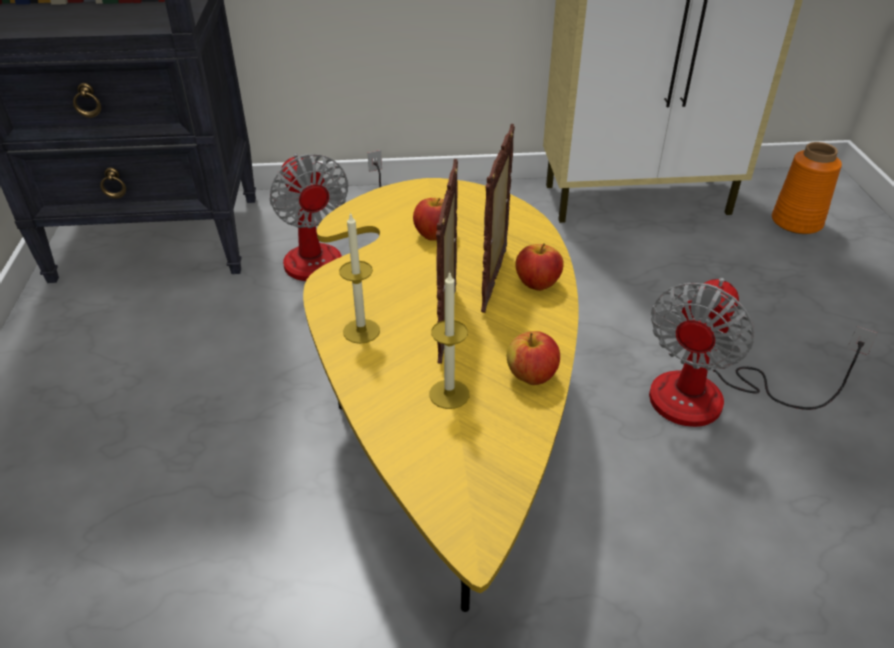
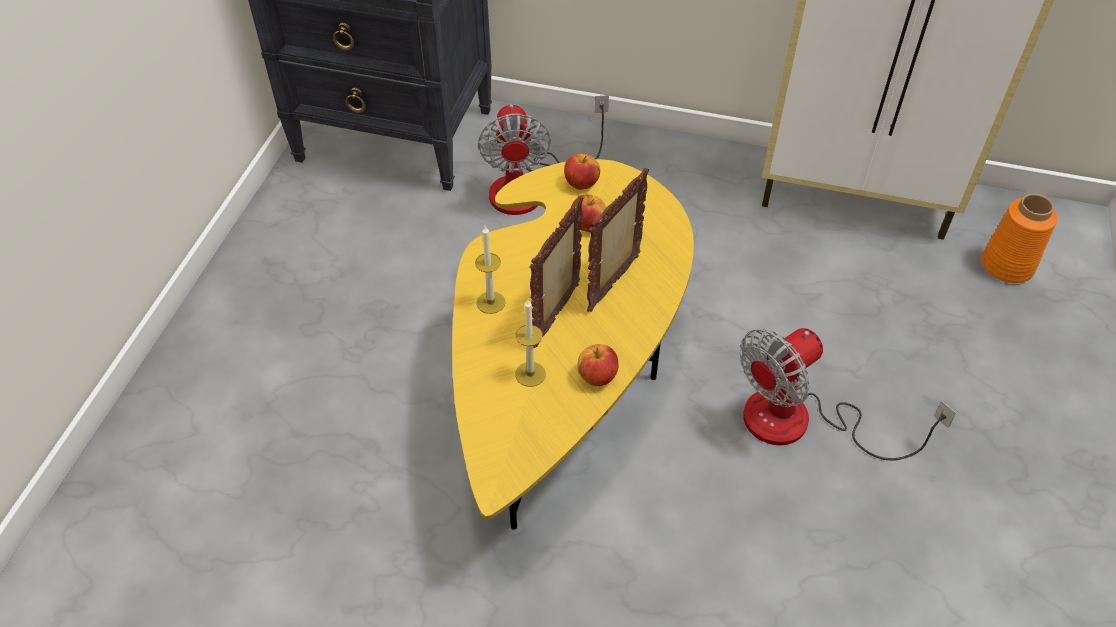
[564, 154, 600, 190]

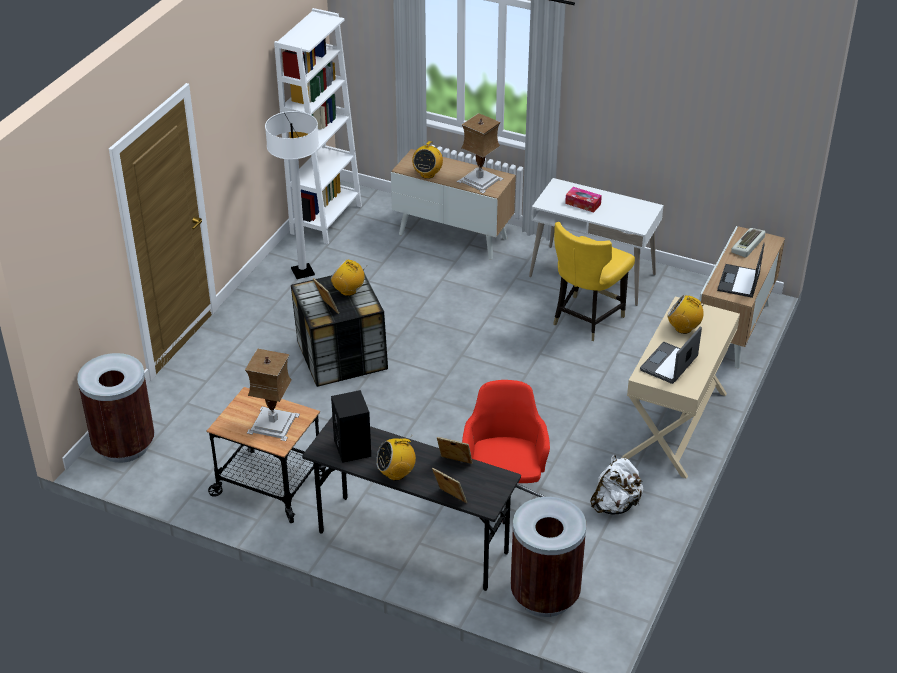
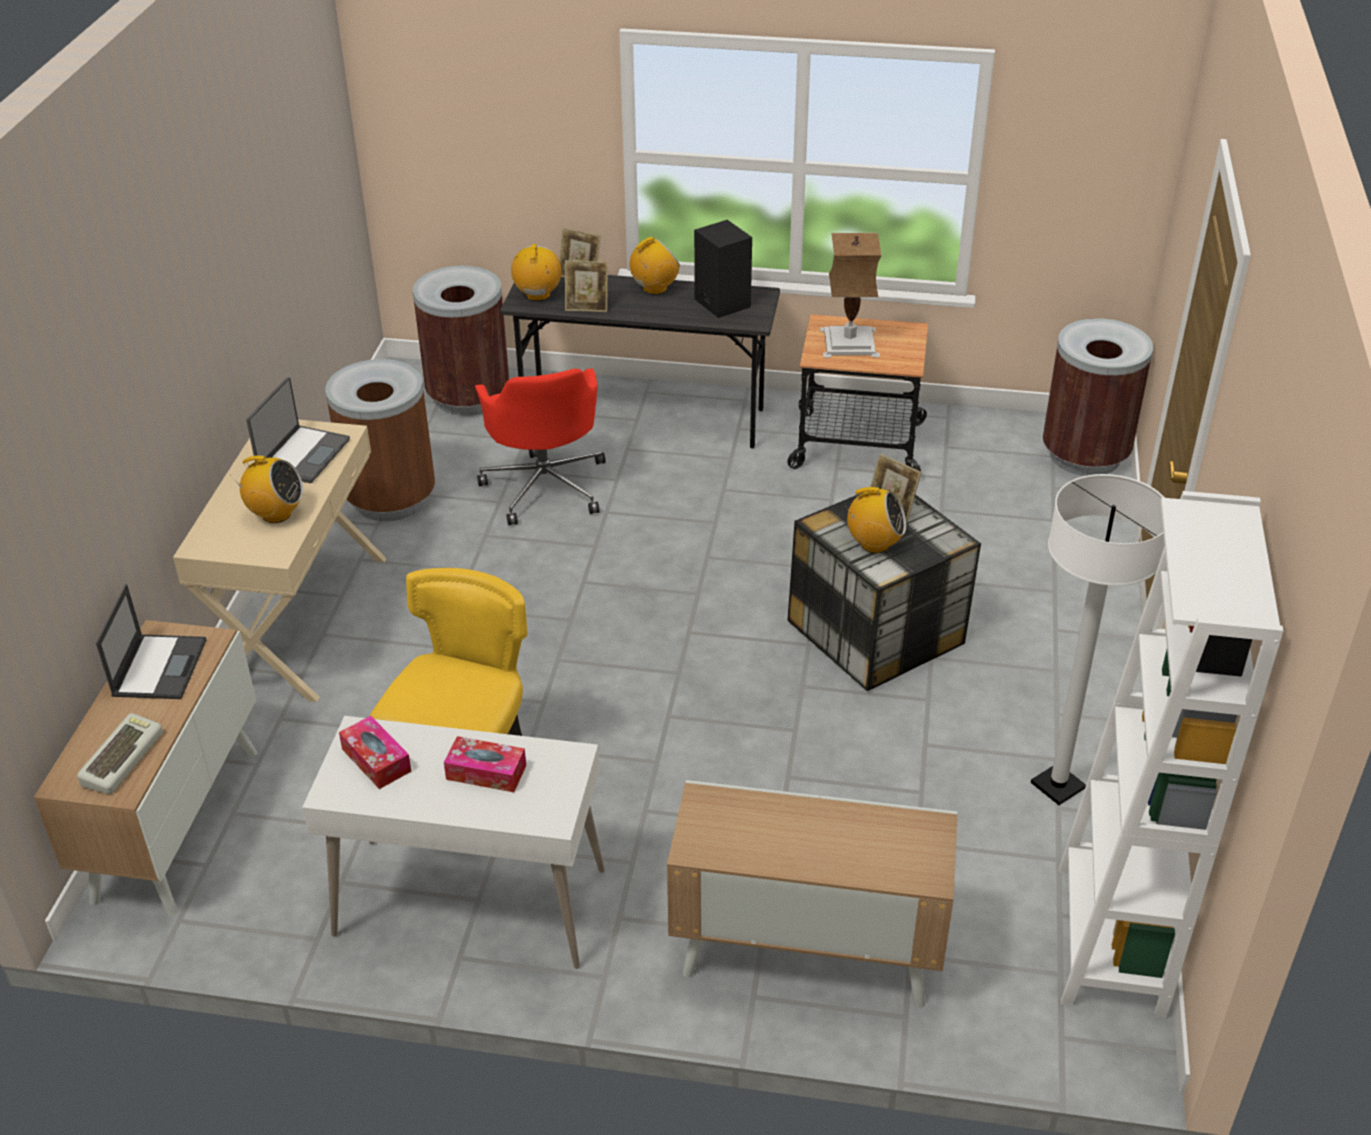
[456, 113, 504, 193] (first image)
[511, 244, 562, 301]
[325, 359, 435, 521]
[339, 716, 412, 789]

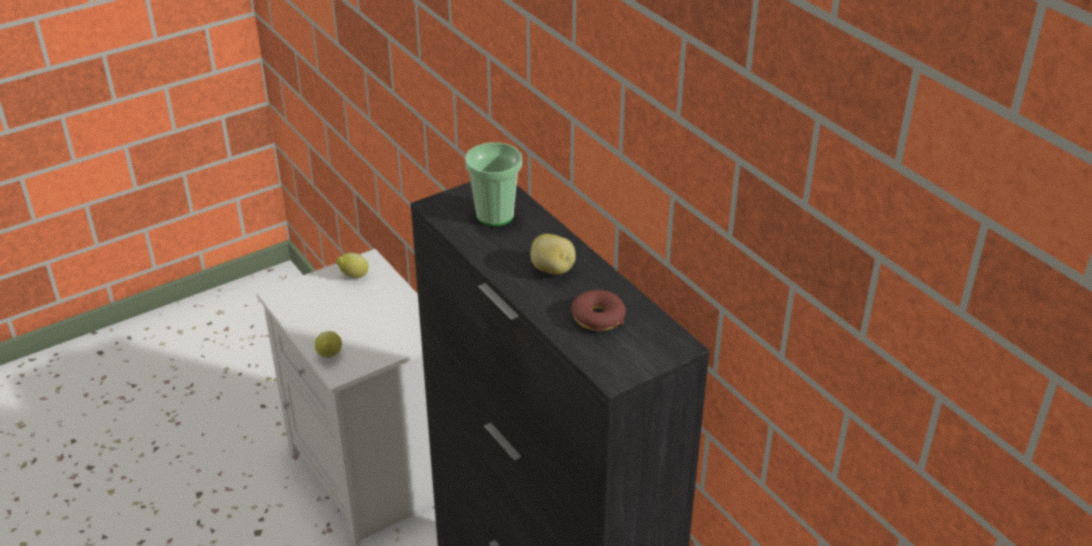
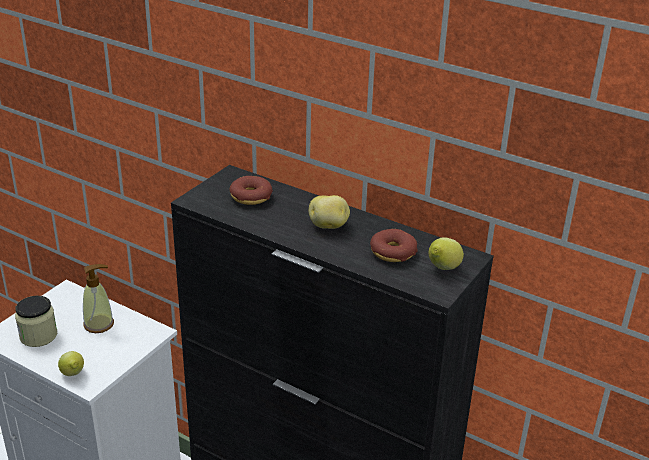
[230, 176, 273, 205]
[429, 237, 464, 270]
[83, 264, 114, 333]
[15, 296, 57, 347]

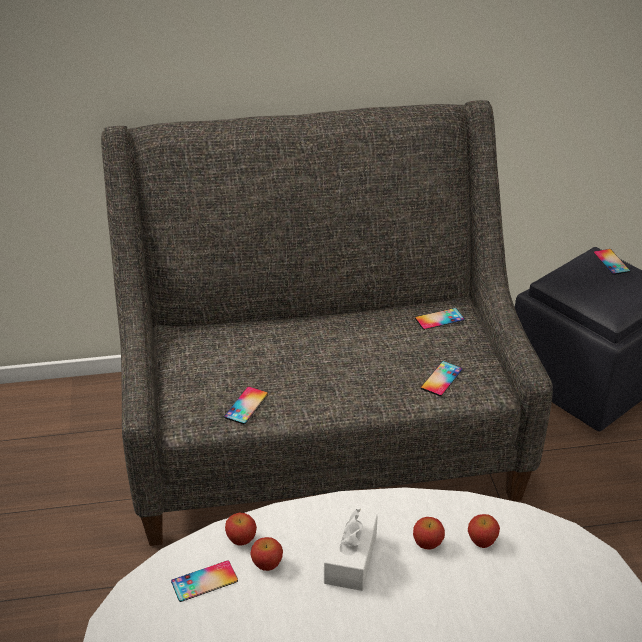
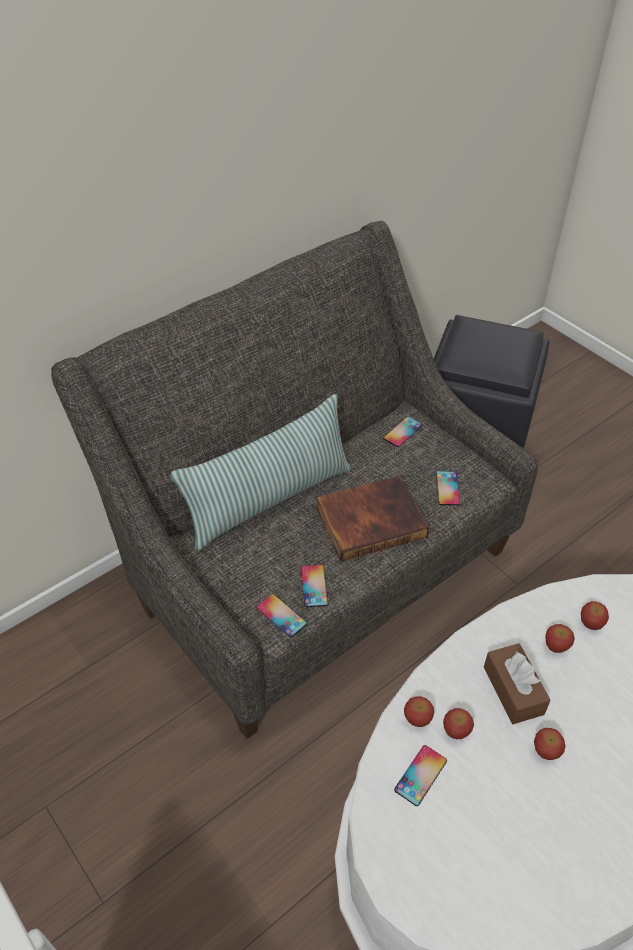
[257, 594, 307, 638]
[484, 644, 551, 724]
[170, 394, 351, 551]
[316, 476, 429, 562]
[534, 728, 565, 760]

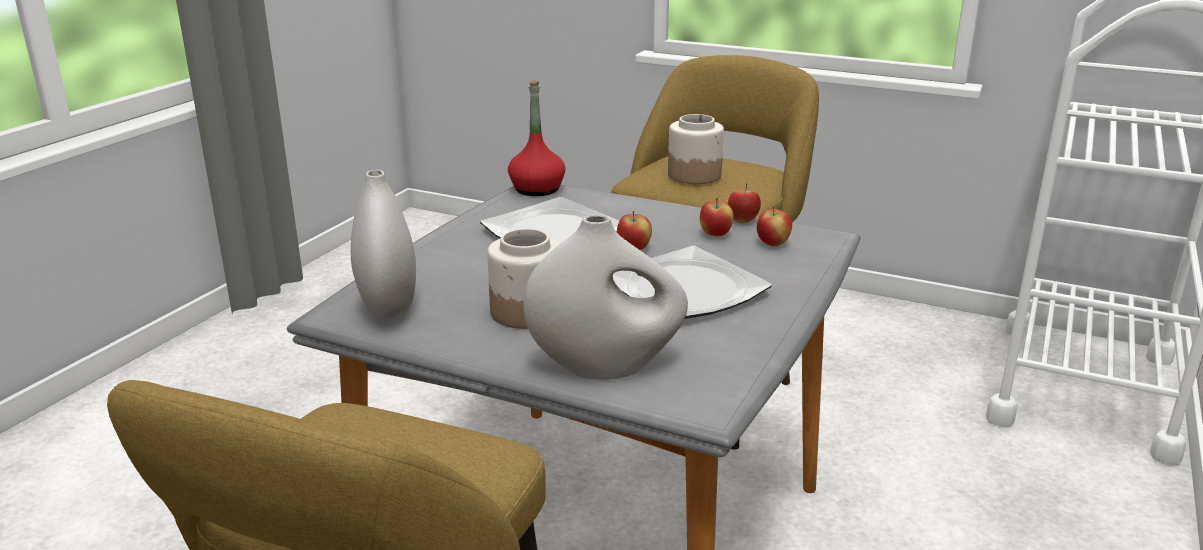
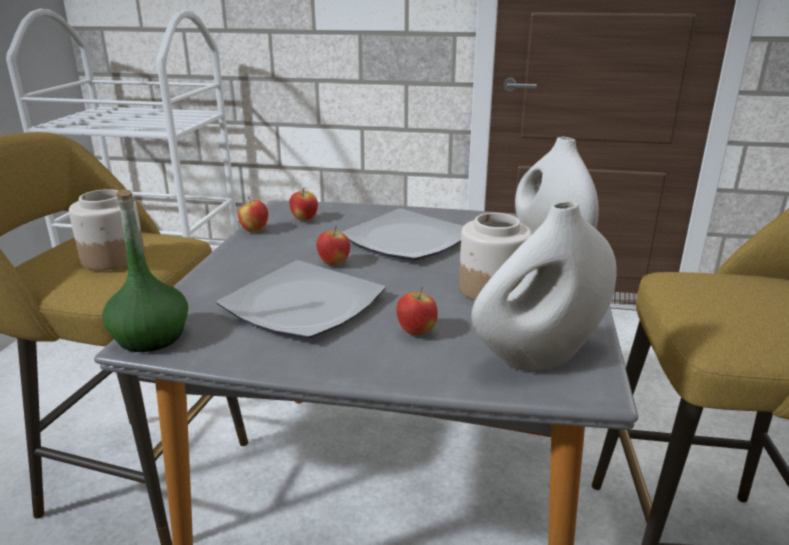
[102, 189, 188, 352]
[396, 288, 438, 335]

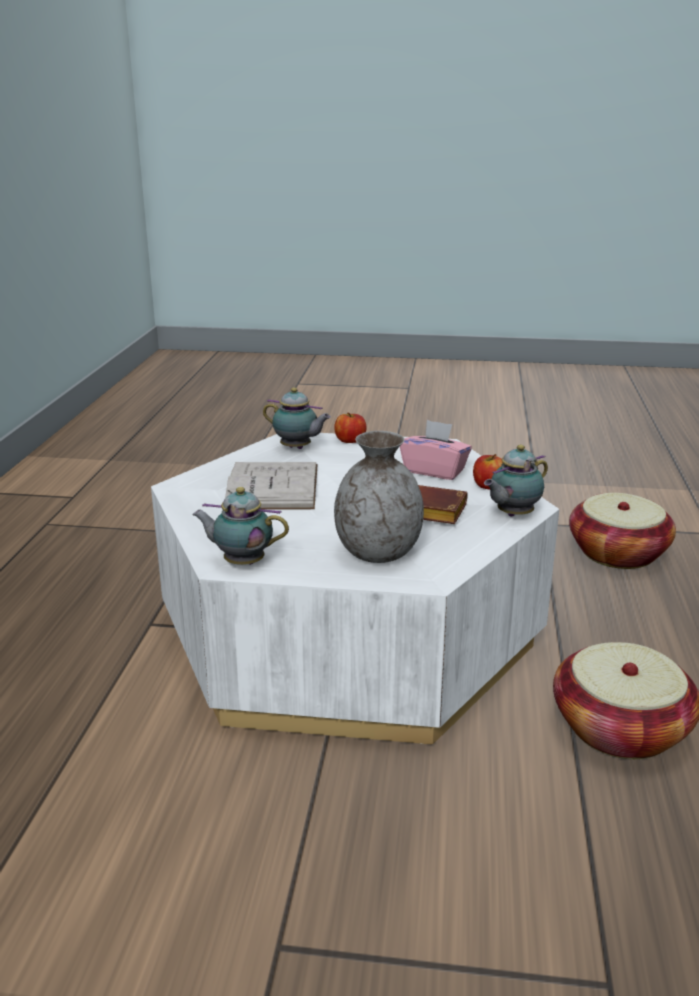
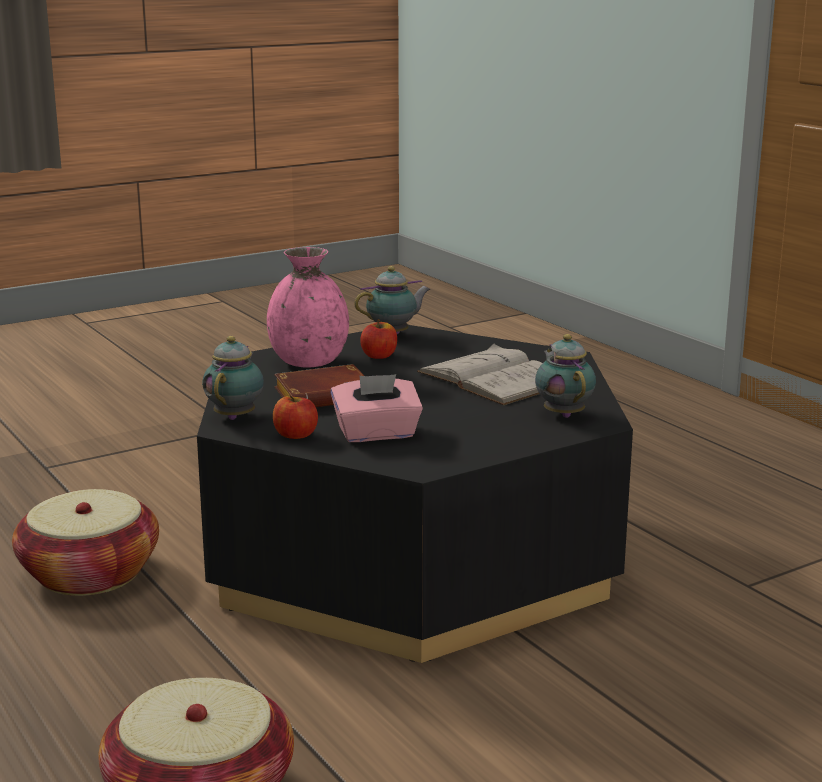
[535, 334, 596, 418]
[360, 319, 397, 359]
[267, 247, 349, 367]
[197, 325, 633, 663]

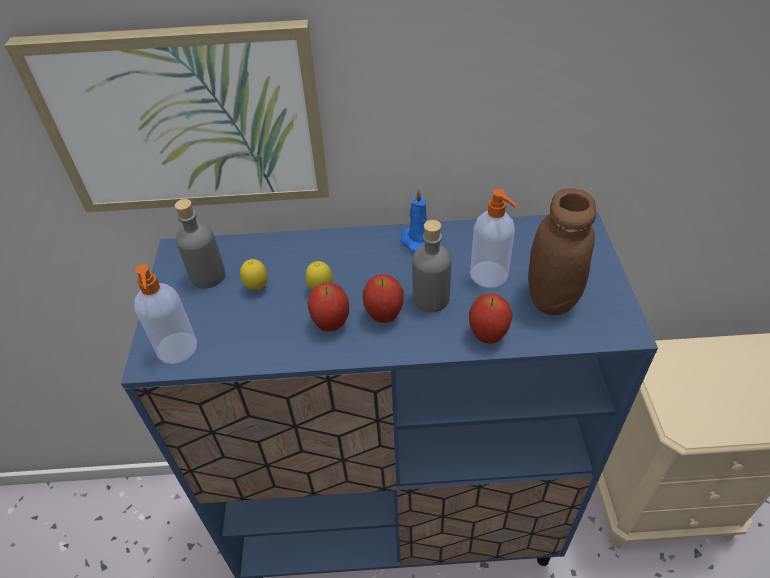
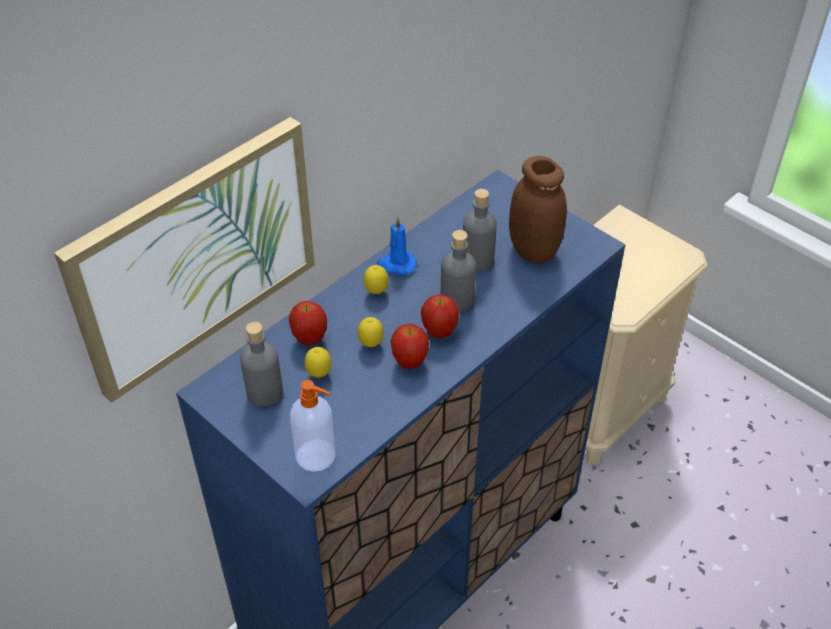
[463, 189, 497, 271]
[289, 301, 327, 345]
[364, 265, 389, 294]

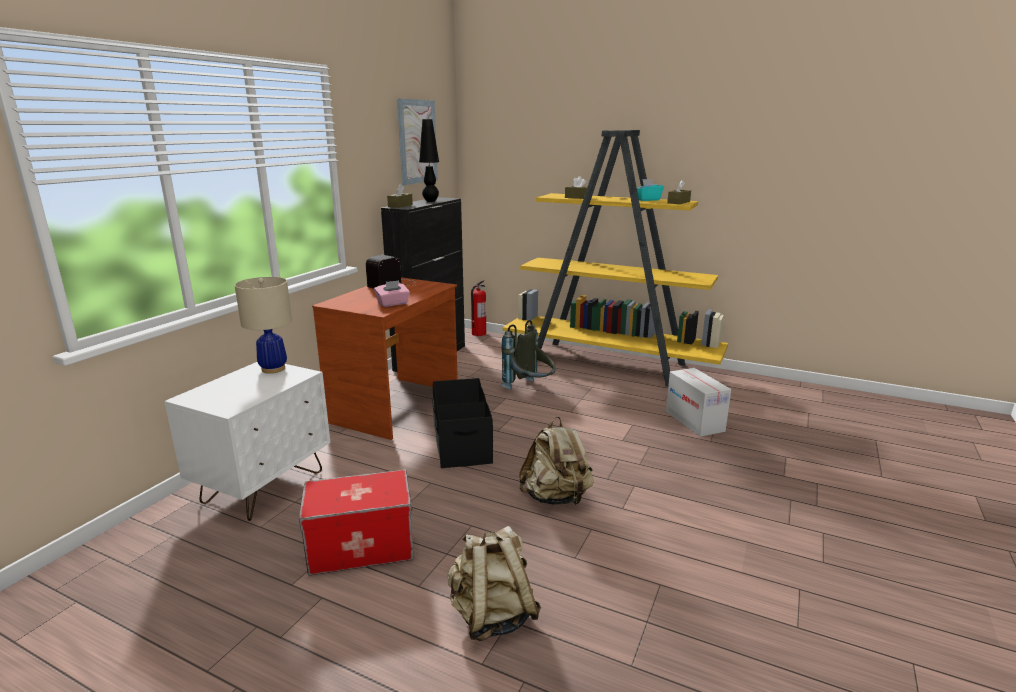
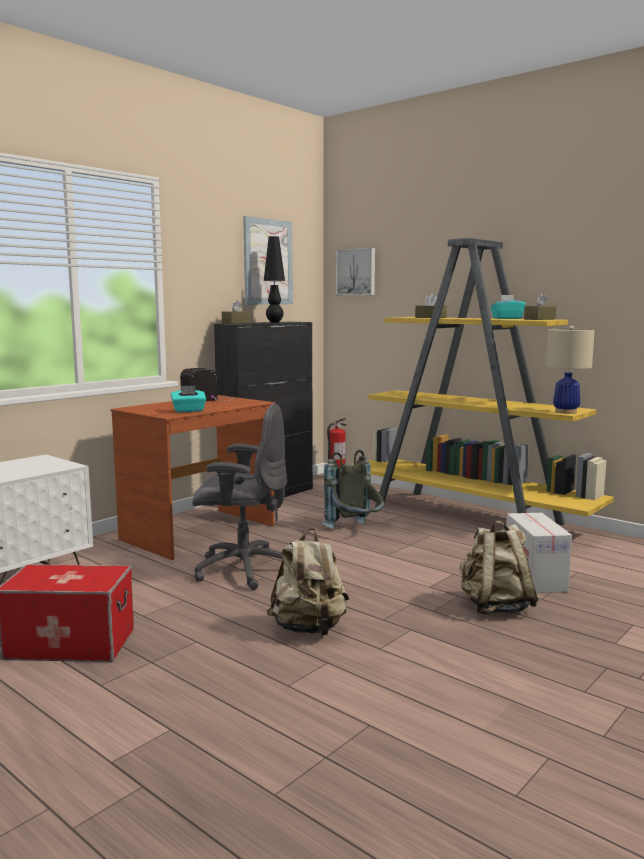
[546, 326, 595, 414]
[171, 385, 206, 412]
[192, 403, 287, 590]
[460, 520, 539, 614]
[336, 248, 375, 295]

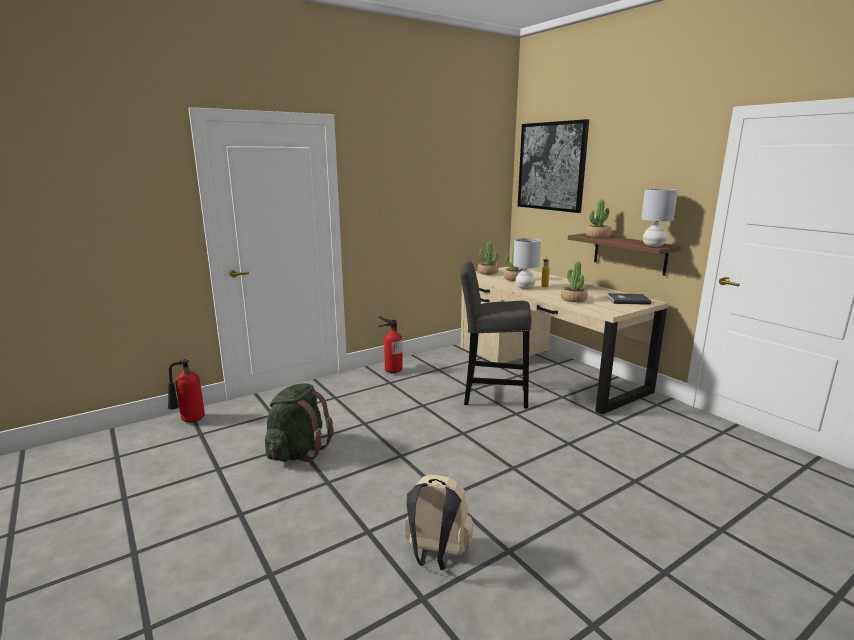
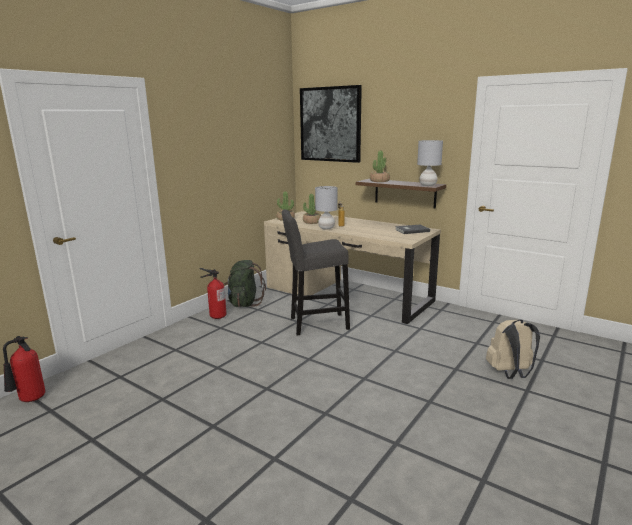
[561, 261, 588, 302] (first image)
[224, 260, 266, 307]
[486, 319, 540, 379]

